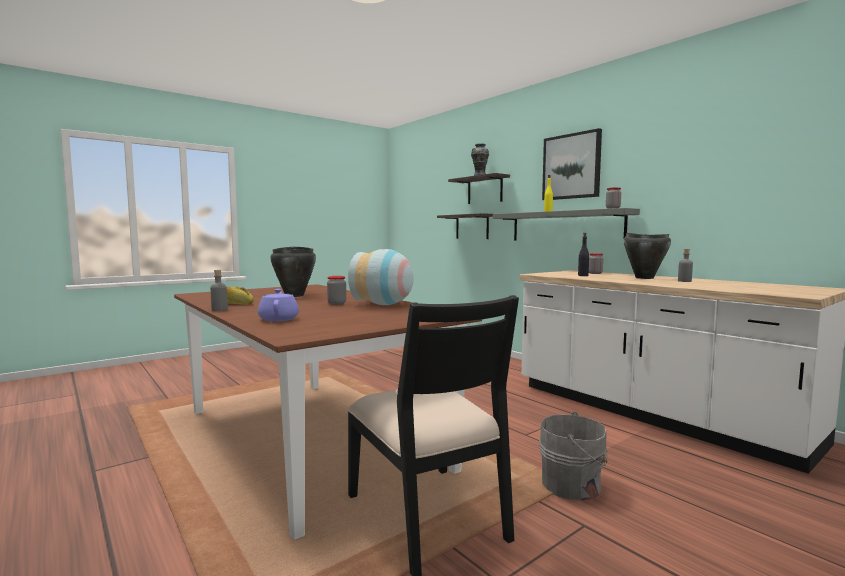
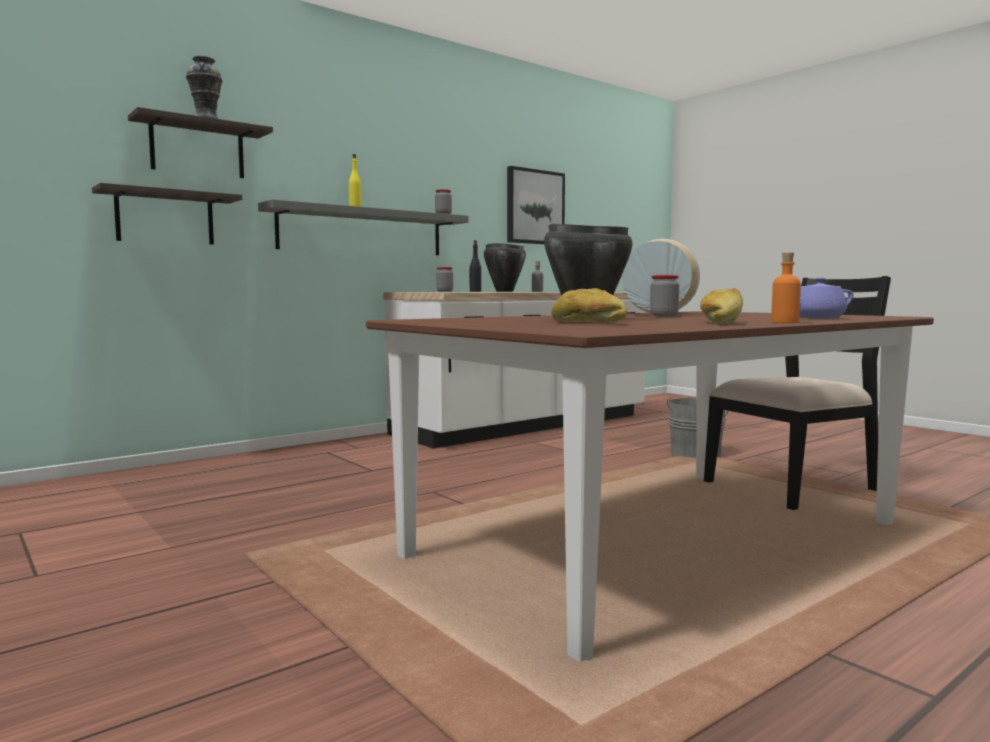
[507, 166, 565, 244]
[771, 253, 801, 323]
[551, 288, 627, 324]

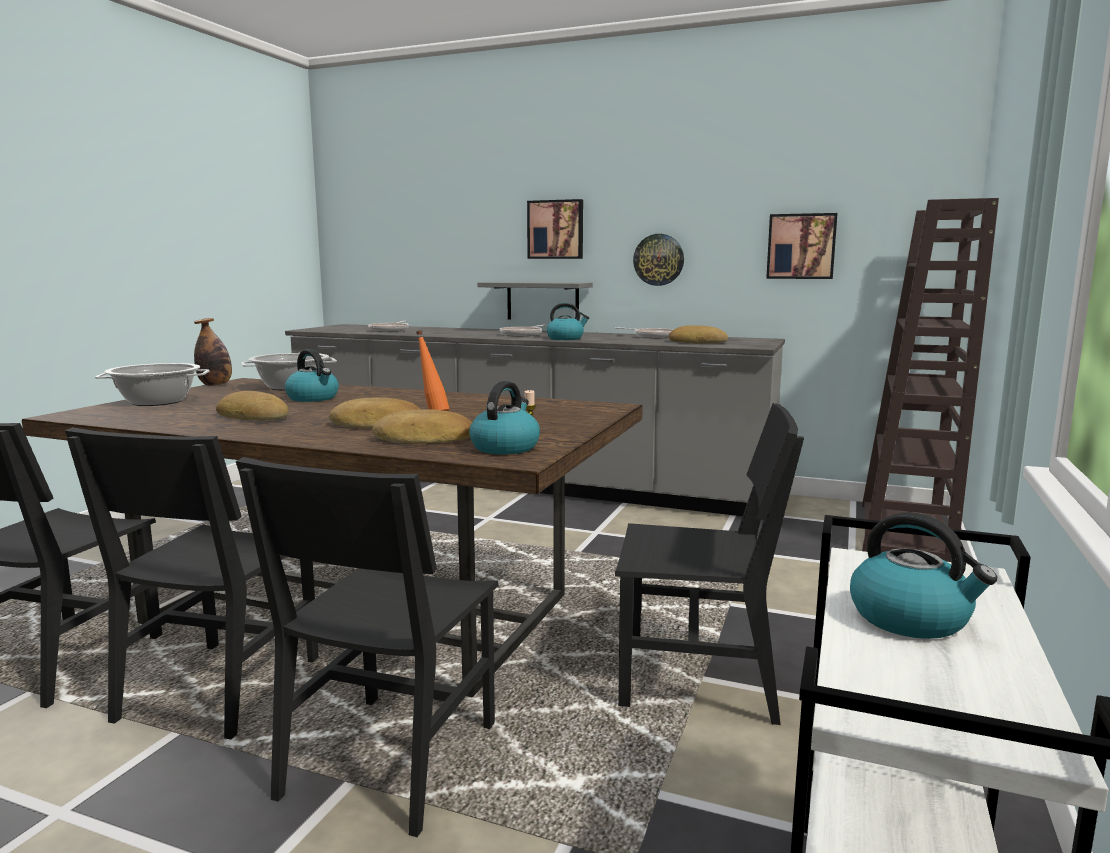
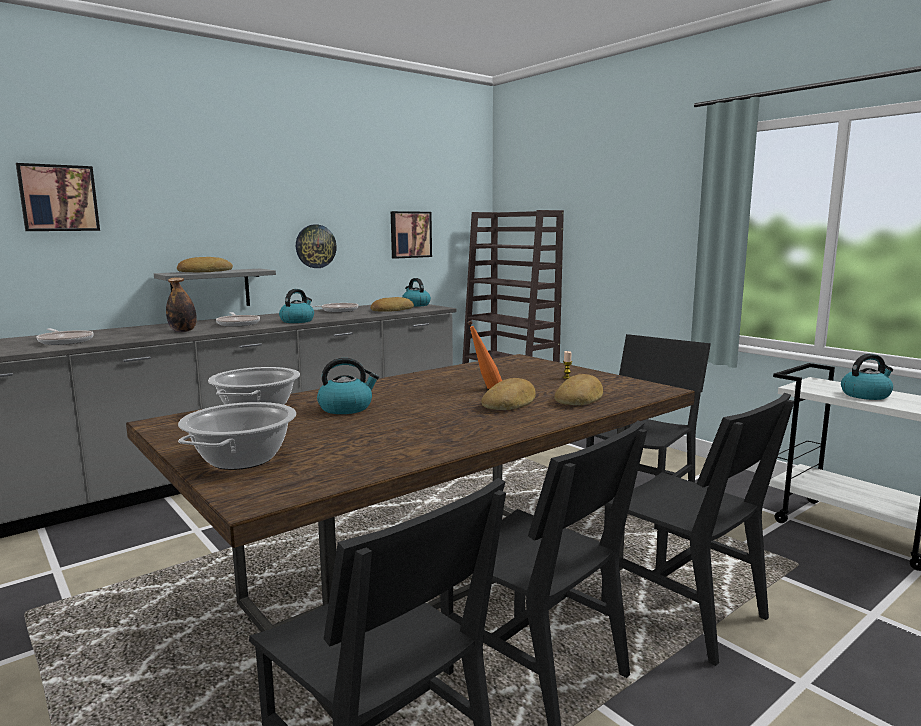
[16, 163, 100, 231]
[166, 277, 197, 332]
[402, 278, 431, 307]
[177, 257, 233, 273]

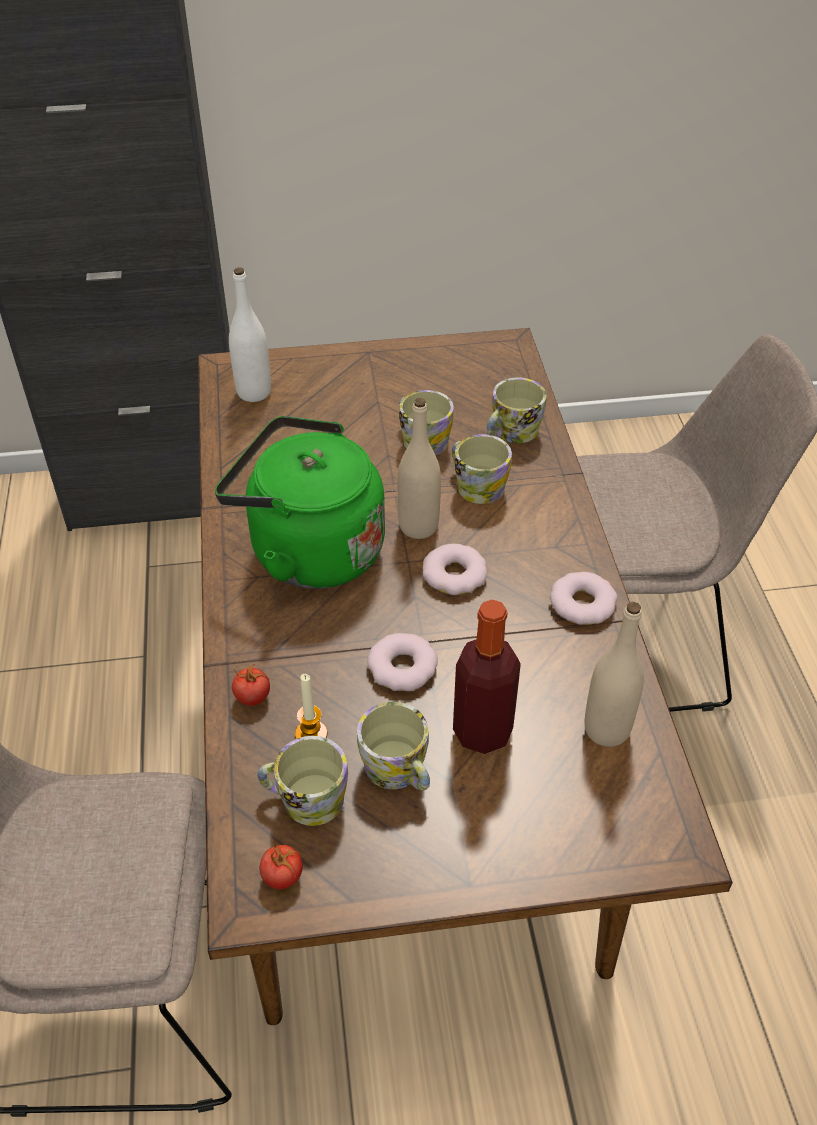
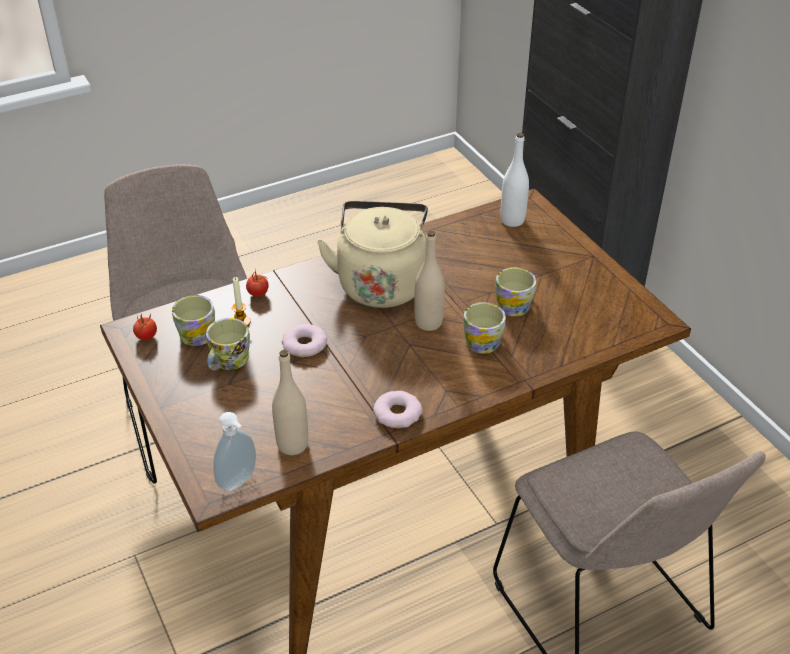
[487, 378, 547, 443] (first image)
[317, 201, 428, 308]
[423, 544, 487, 595] (first image)
[453, 600, 521, 754] (first image)
[213, 412, 256, 492]

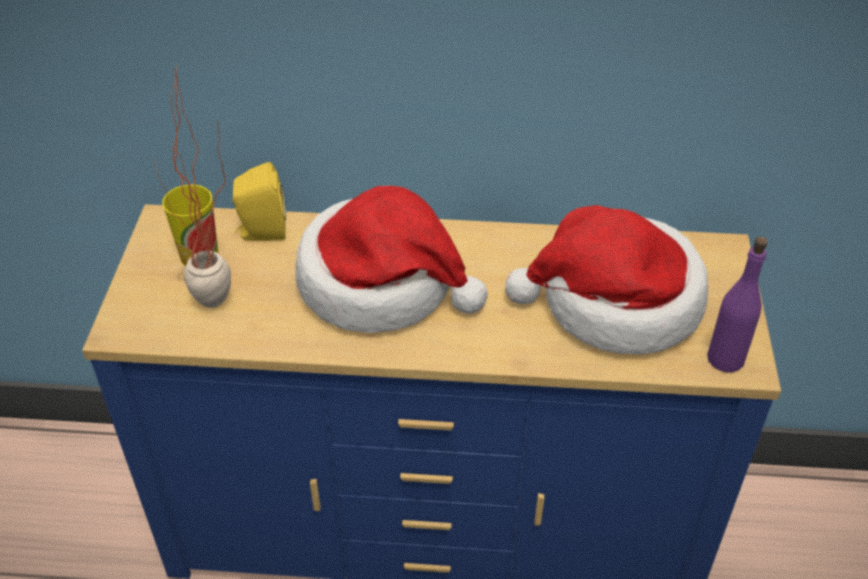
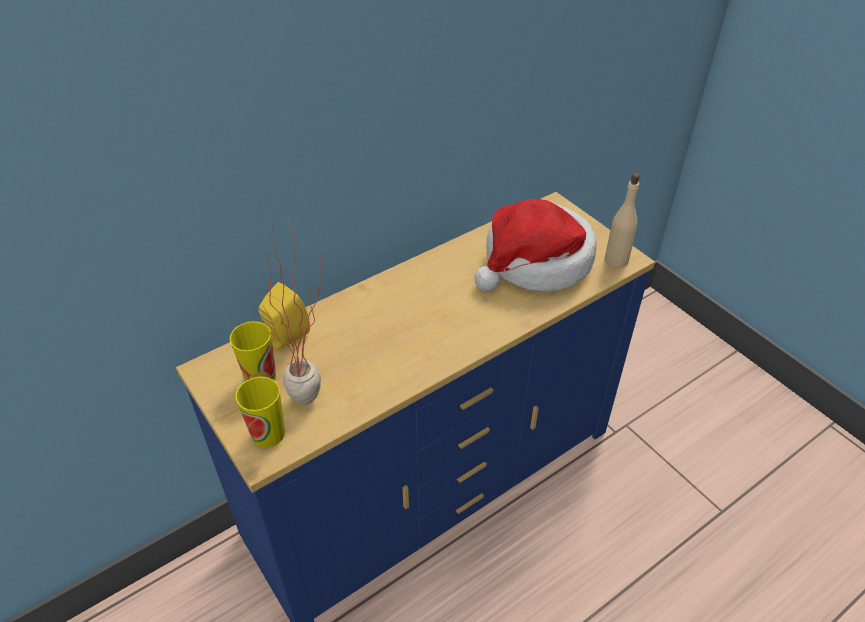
[295, 186, 488, 333] (first image)
[605, 173, 640, 268]
[236, 377, 285, 448]

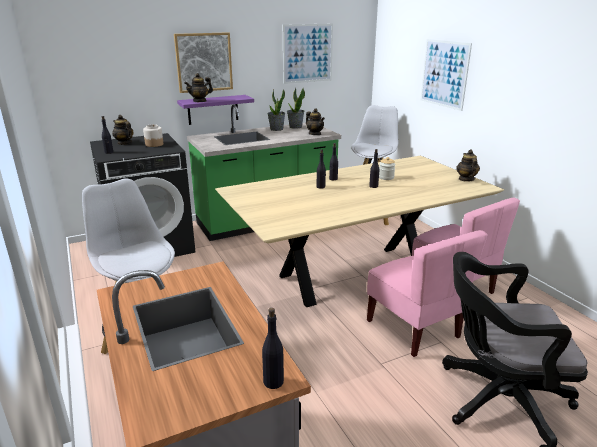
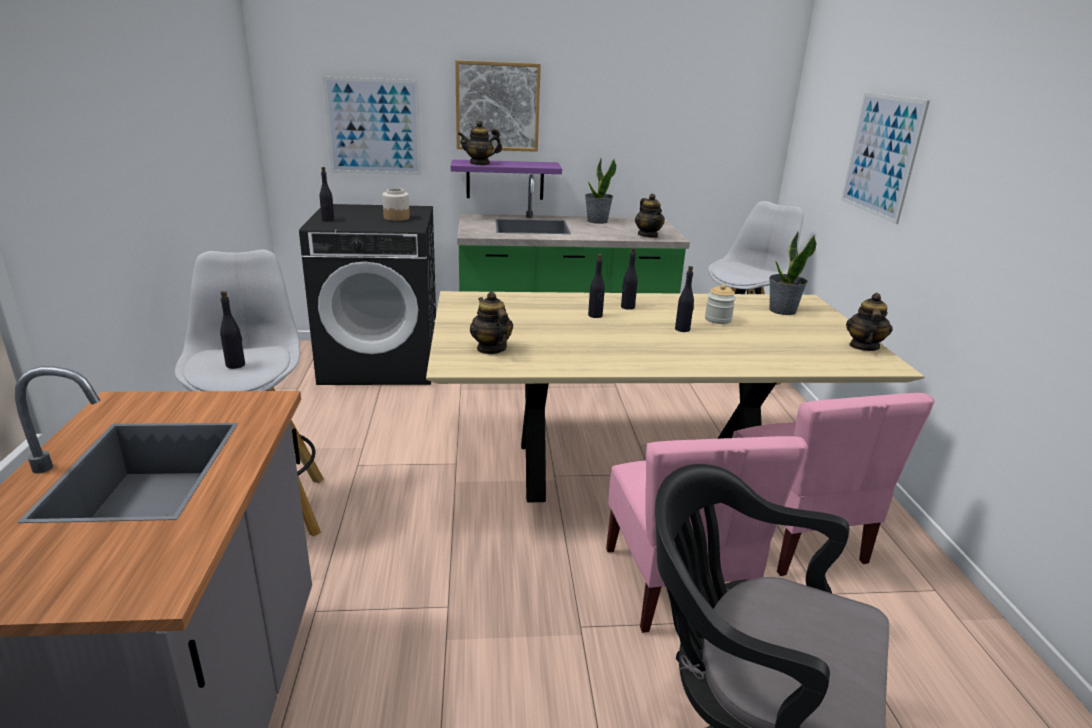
[323, 77, 421, 175]
[769, 231, 817, 315]
[470, 291, 513, 354]
[220, 291, 245, 369]

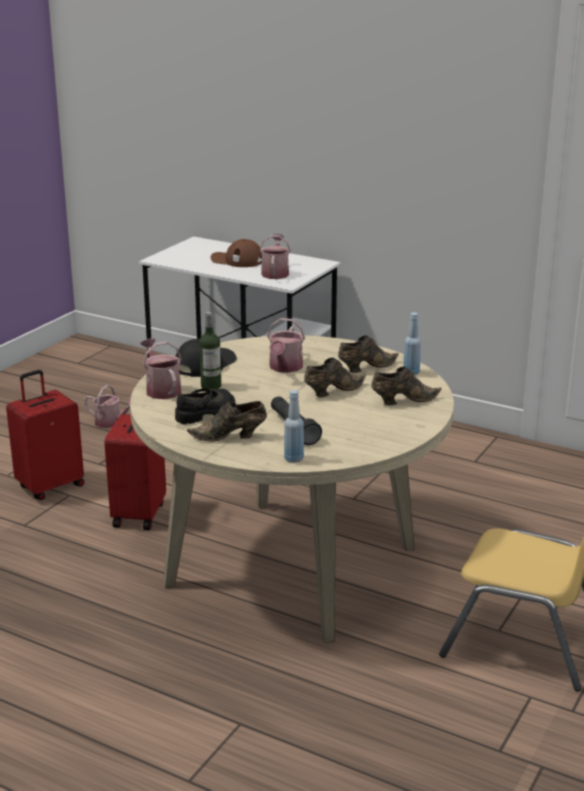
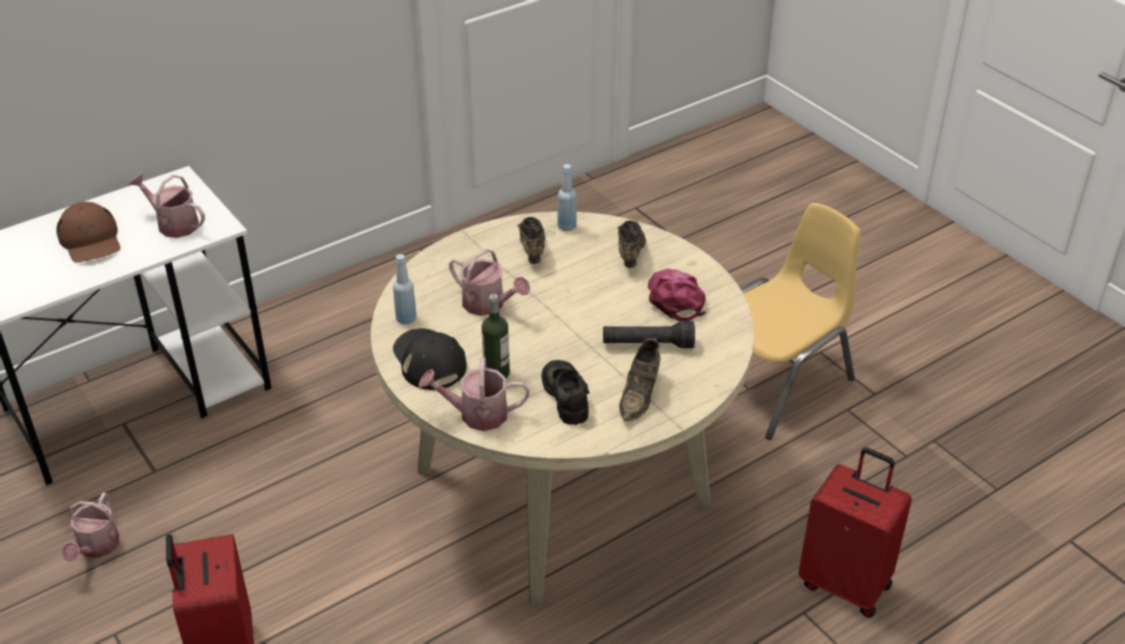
[56, 202, 120, 262]
[304, 358, 366, 397] (first image)
[61, 493, 119, 562]
[393, 254, 417, 324]
[798, 448, 912, 618]
[648, 269, 706, 321]

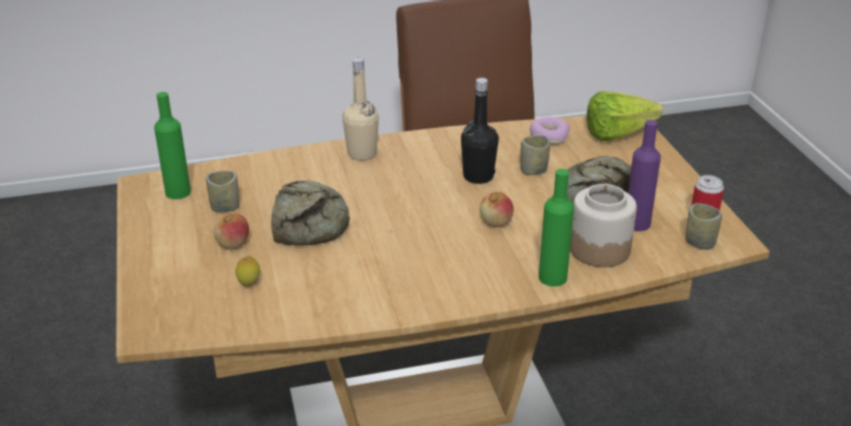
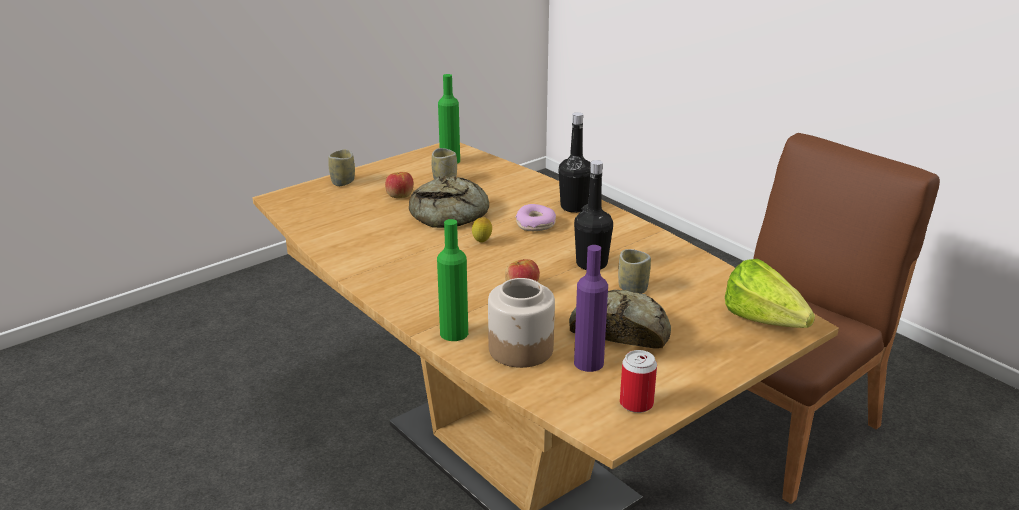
[558, 112, 591, 213]
[515, 204, 556, 231]
[328, 149, 355, 186]
[472, 217, 492, 242]

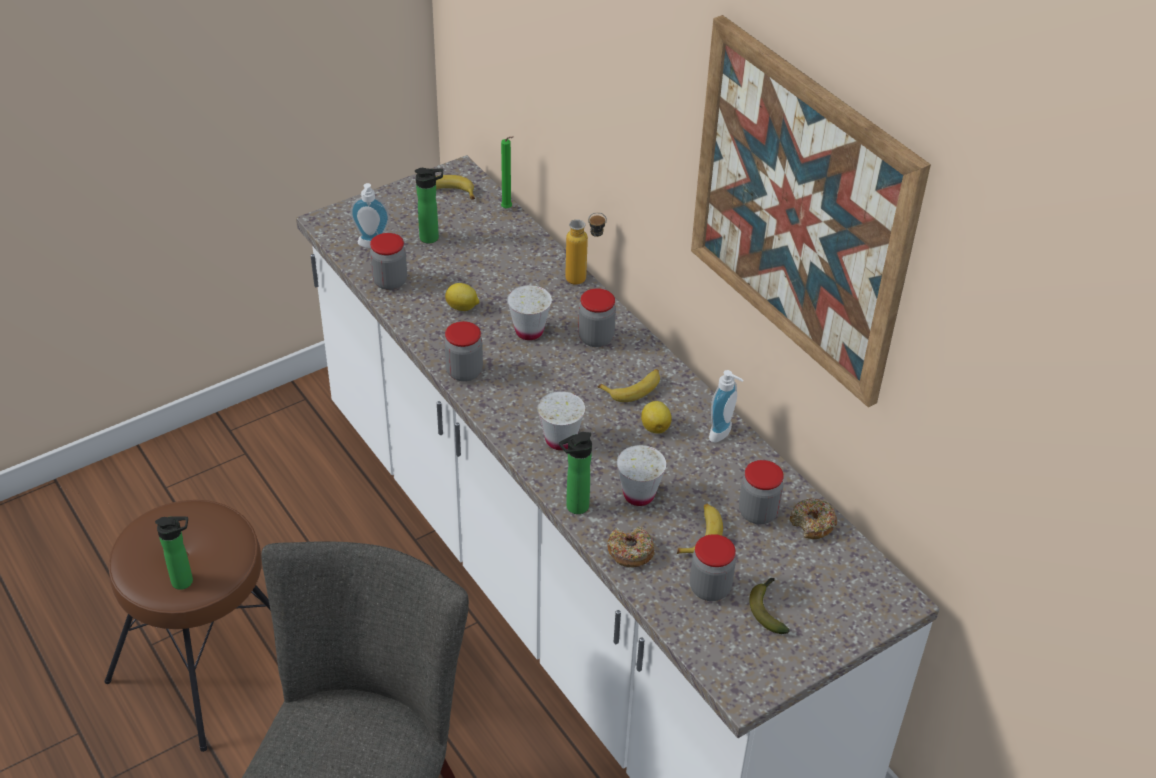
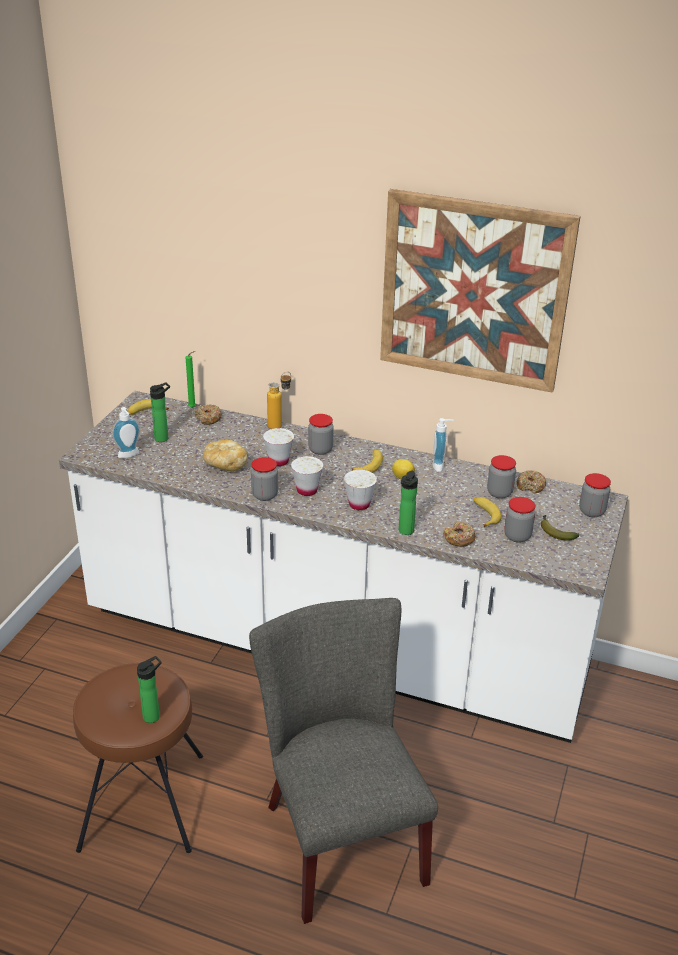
[579, 473, 611, 517]
[203, 440, 248, 471]
[291, 456, 323, 496]
[195, 404, 222, 425]

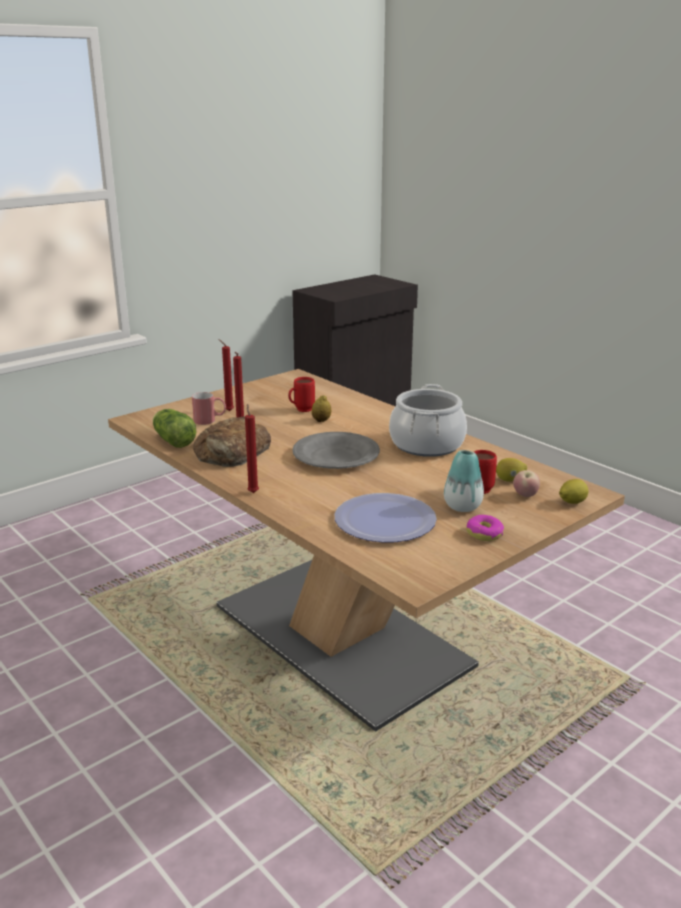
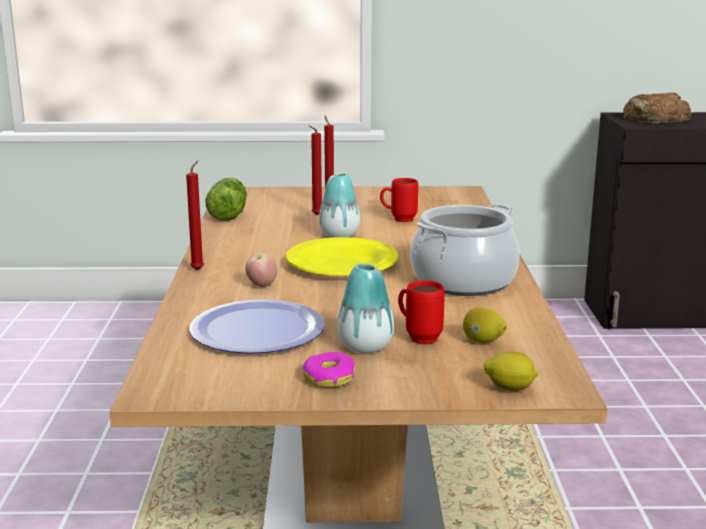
[192, 392, 226, 425] (first image)
[312, 395, 331, 422] (first image)
[623, 93, 691, 123]
[286, 237, 398, 275]
[245, 253, 277, 287]
[319, 173, 360, 238]

